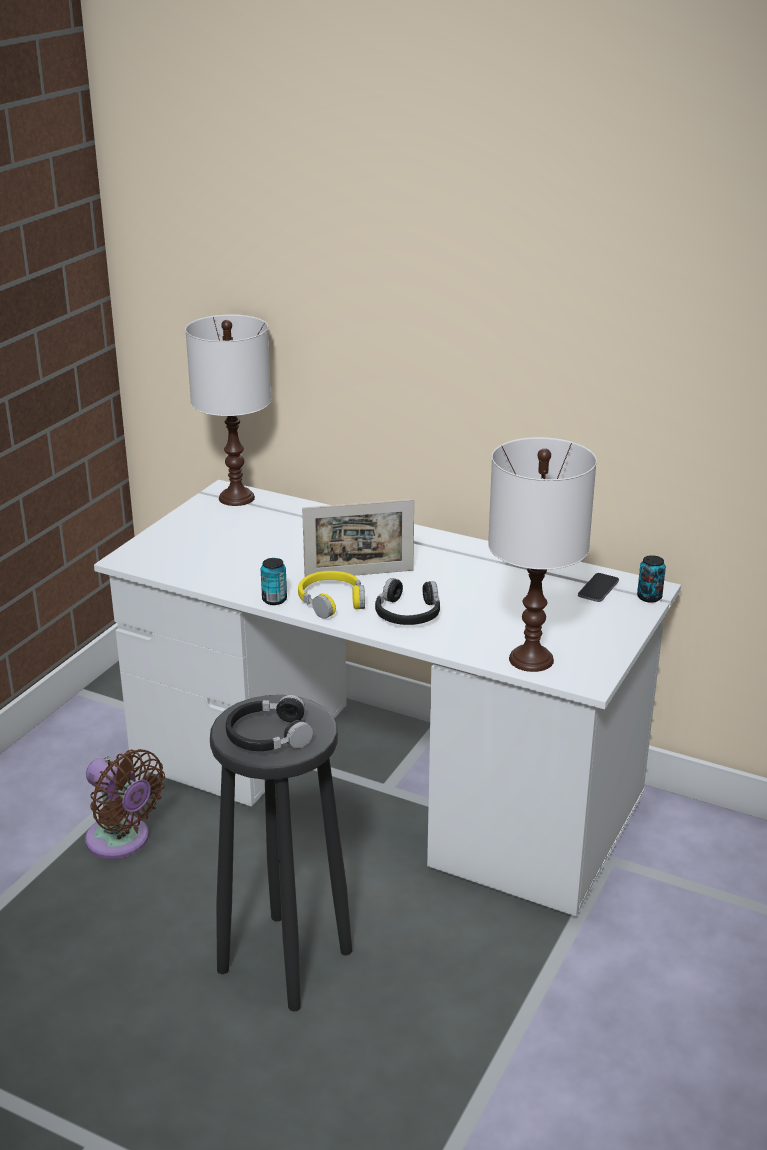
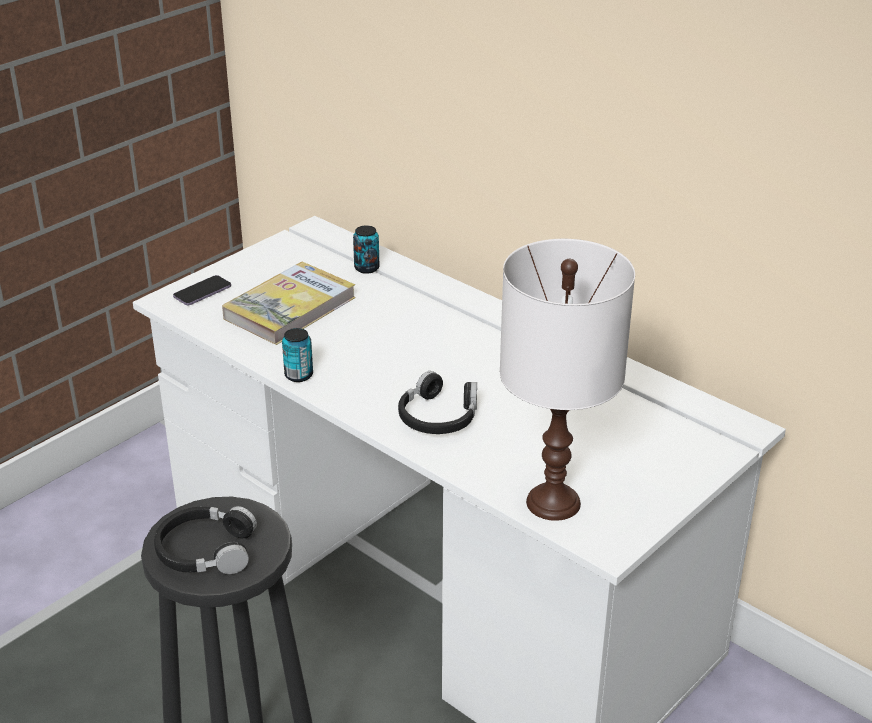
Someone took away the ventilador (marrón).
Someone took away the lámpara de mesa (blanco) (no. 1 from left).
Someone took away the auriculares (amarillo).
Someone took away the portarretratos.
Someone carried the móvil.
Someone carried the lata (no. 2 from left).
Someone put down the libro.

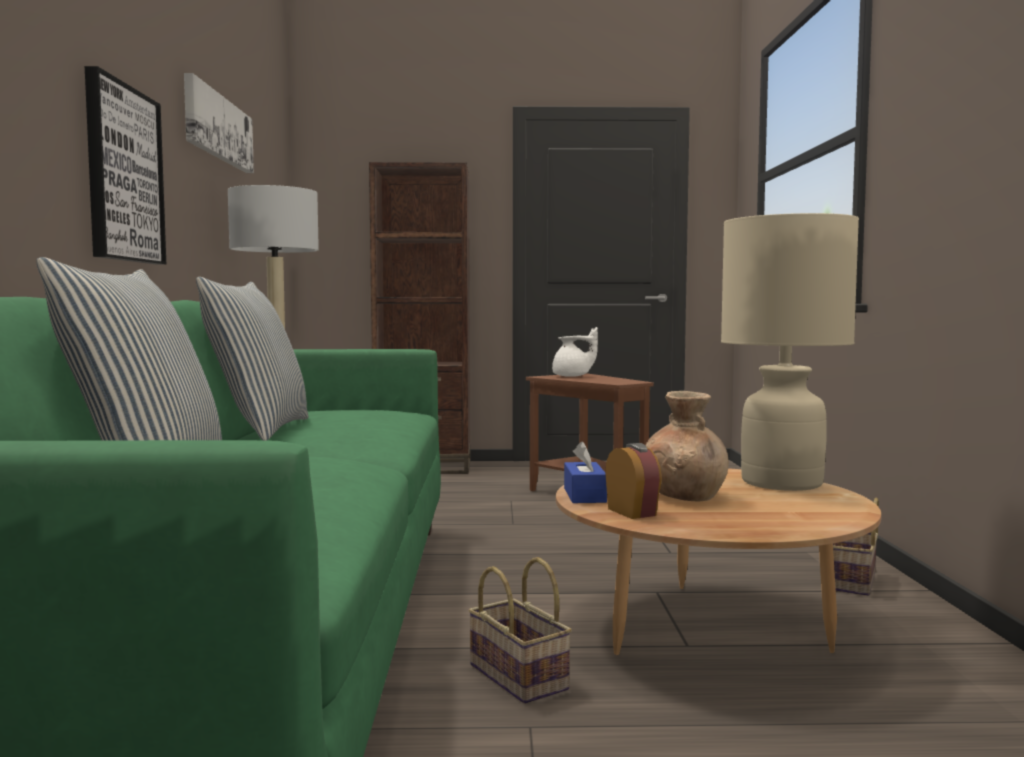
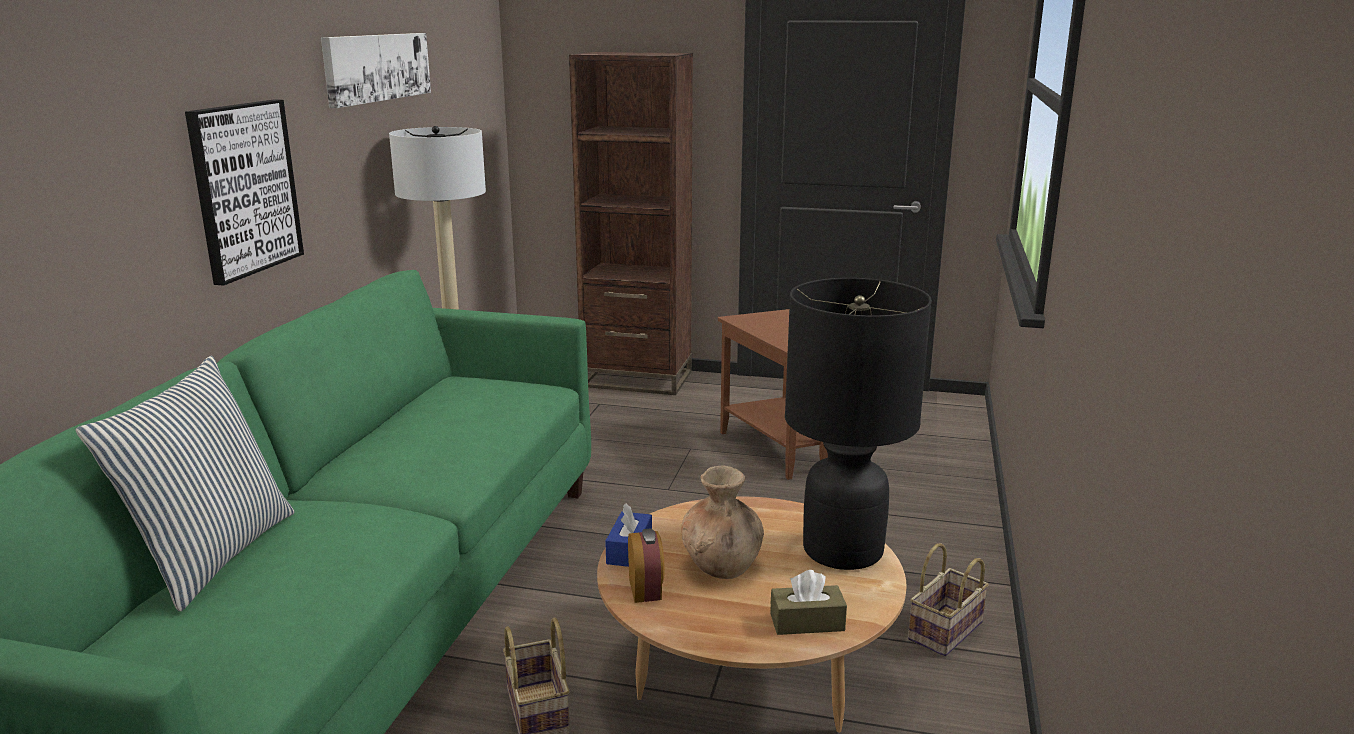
Someone took away the cojín (no. 2 from left).
Someone took away the tetera (blanco).
Someone repainted the lámpara de mesa (beis), which became the lámpara de mesa (negro).
Someone put down the caja de pañuelos (marrón).

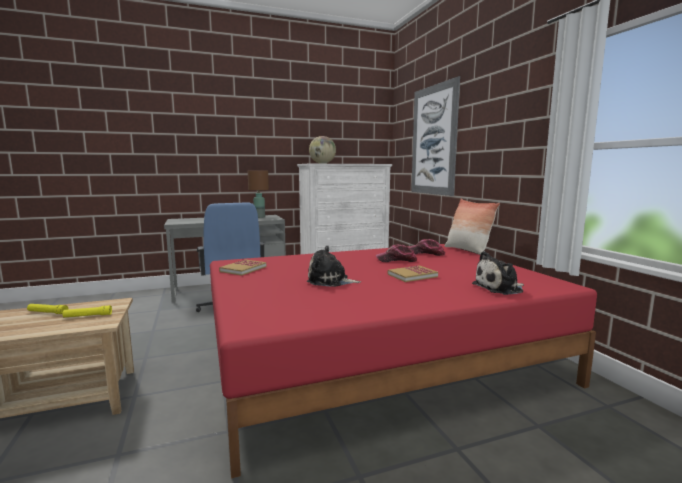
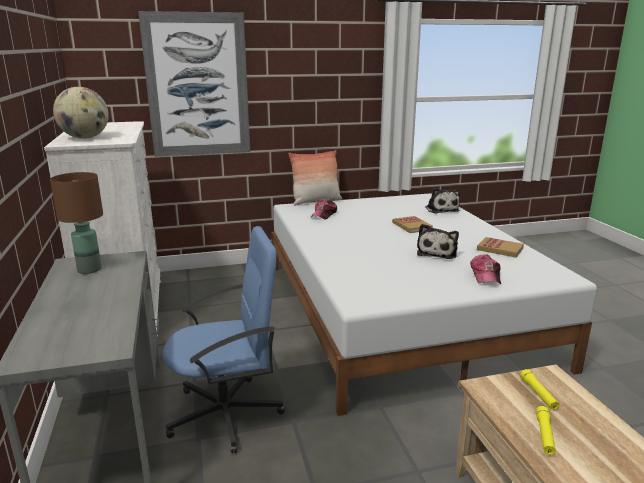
Someone repainted the cama (rojo), which became the cama (blanco).
Someone carried the libro (no. 1 from left in the first image).
Someone carried the gorra (no. 1 from left in the first image).

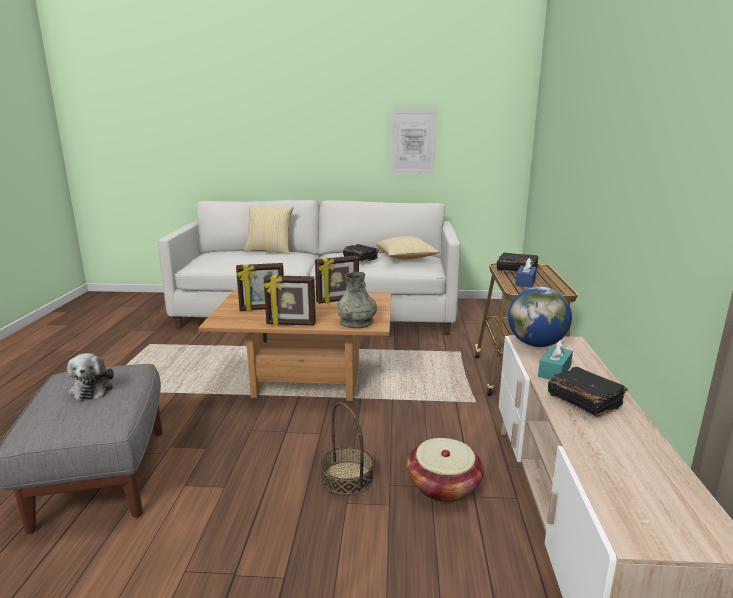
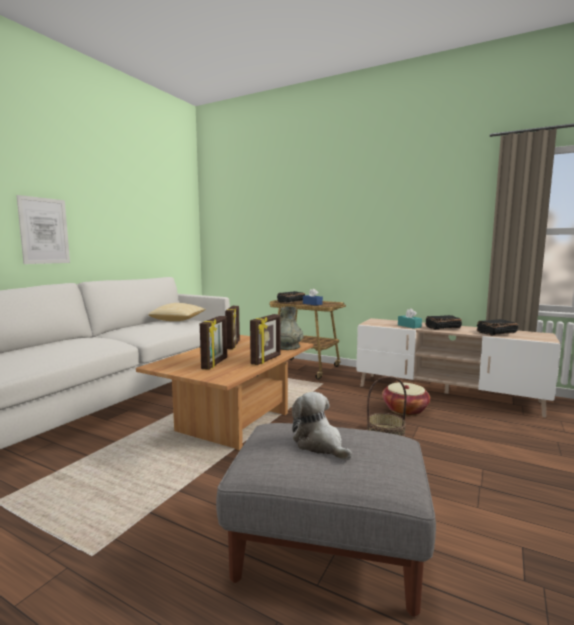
Someone rotated the peluche by 135 degrees counterclockwise.
Someone took away the cojín (no. 1 from left).
Someone carried the libro (negro) (no. 1 from left in the first image).
Someone carried the cuadro.
Someone took away the globo terráqueo.

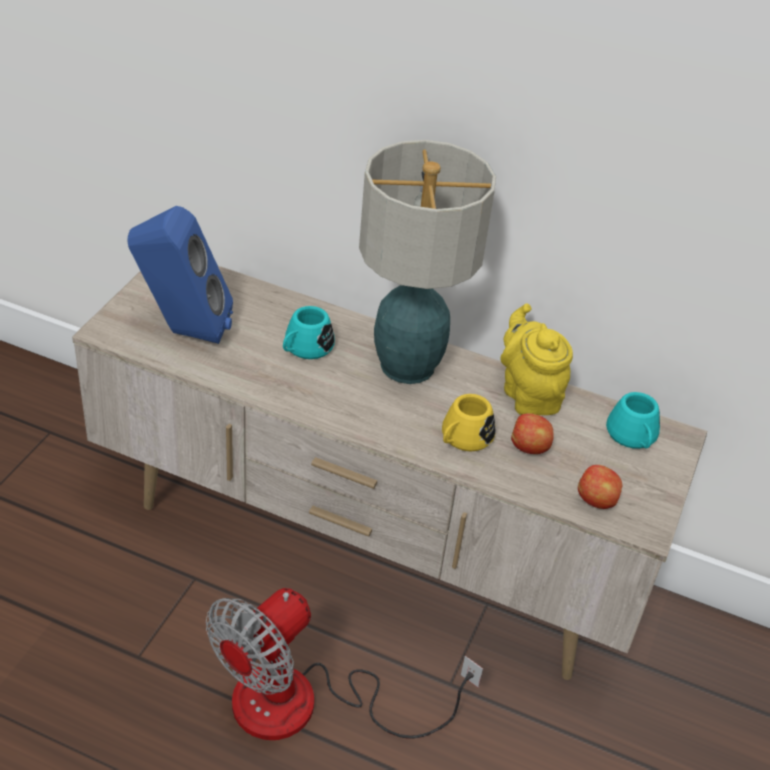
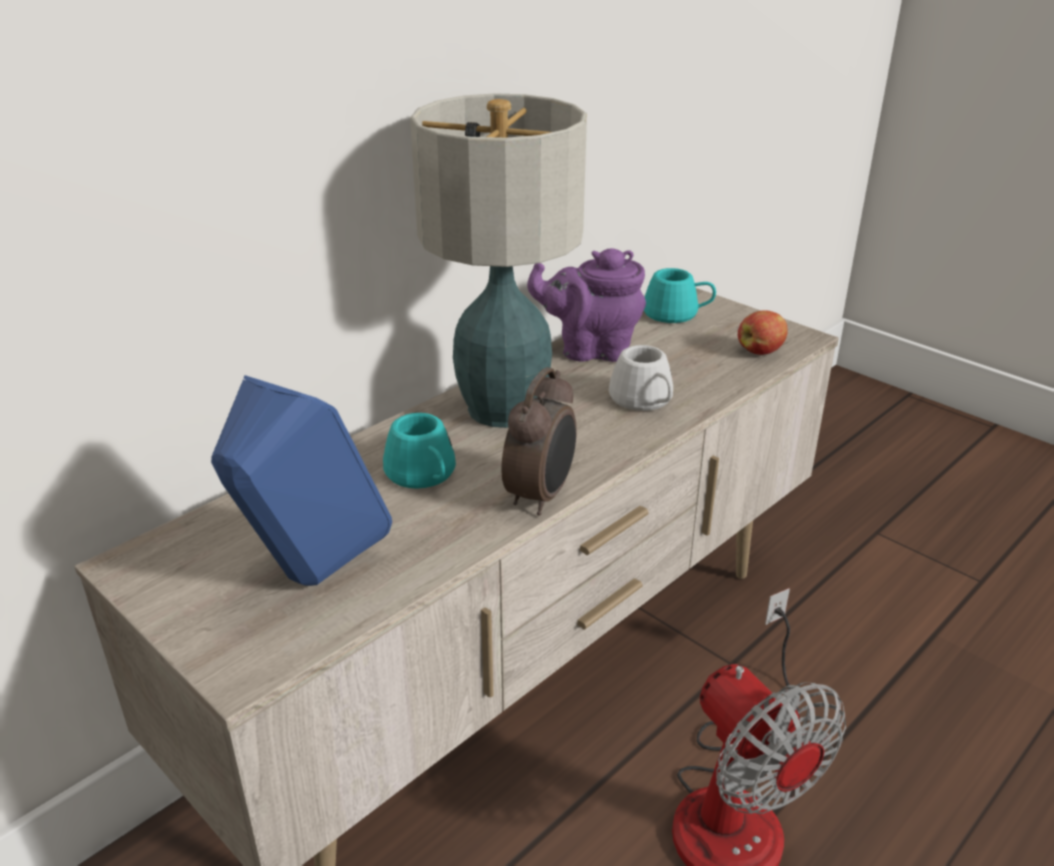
Someone repainted the taza grande (amarillo), which became the taza grande (blanco).
Someone repainted the tetera (amarillo), which became the tetera (morado).
Someone took away the manzana (no. 1 from left).
Someone put down the despertador.

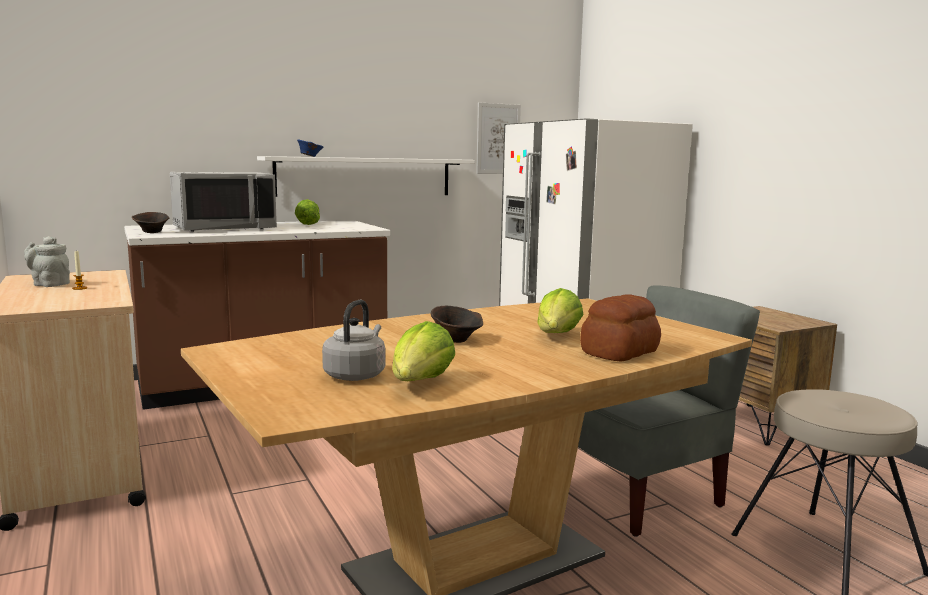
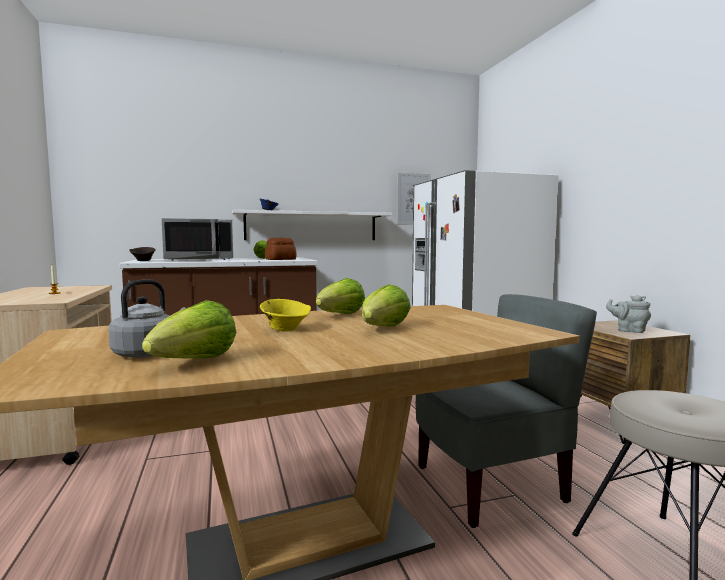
Someone carried the tetera (gris).
Someone repainted the cuenco (marrón) (no. 2 from left), which became the cuenco (amarillo).
Someone carried the pan.
Someone put down the lechuga (no. 3 from left).

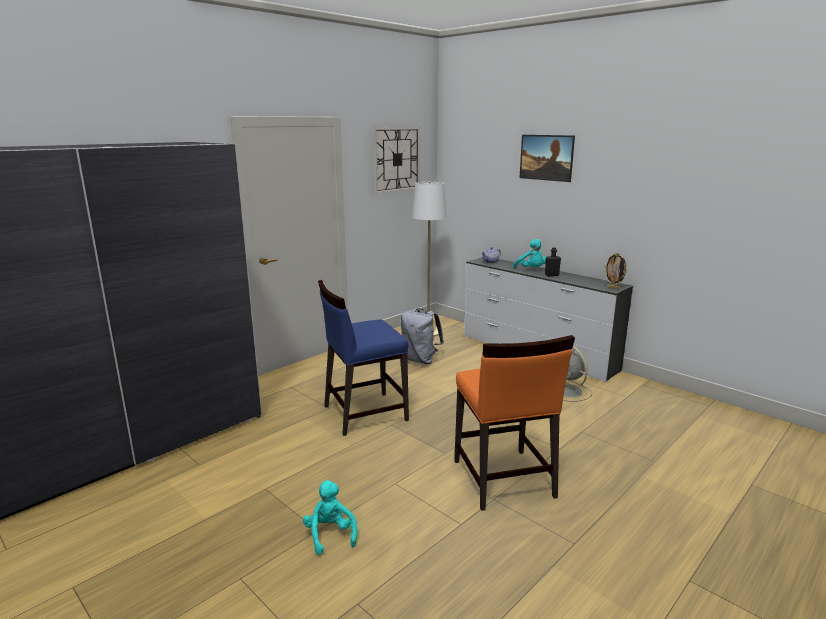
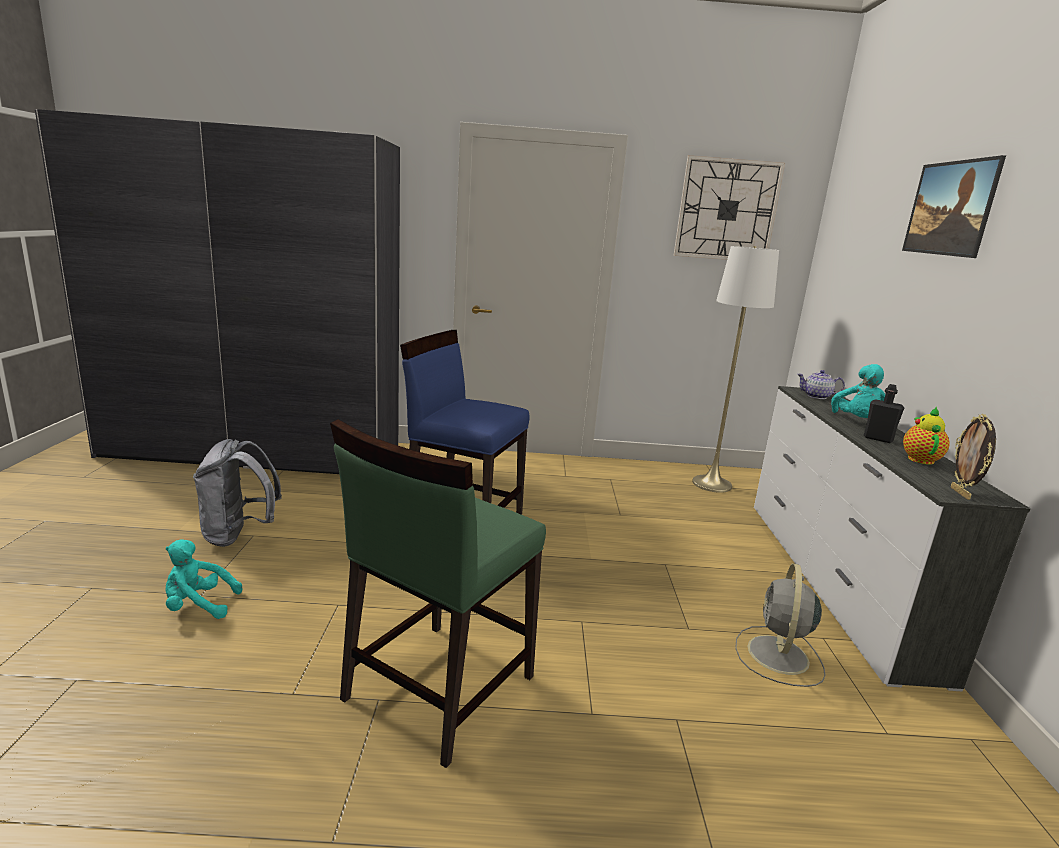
Someone rotated the peluche (turquesa) (no. 1 from left) by 120 degrees counterclockwise.
Someone carried the mochila (gris).
Someone repainted the silla (naranja), which became the silla (verde).
Someone put down the tetera (no. 2 from left).

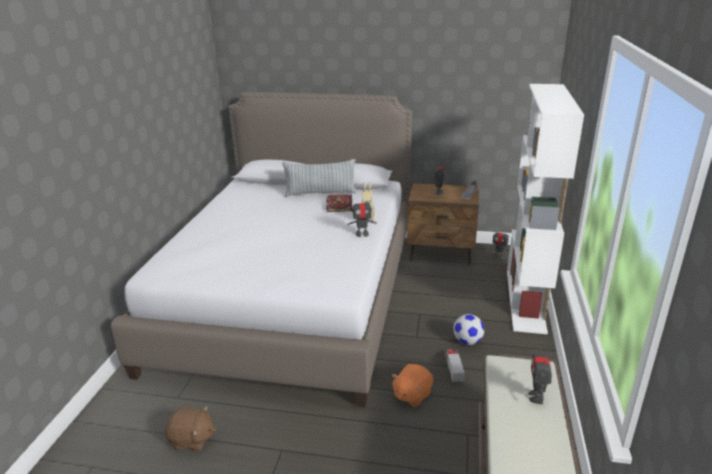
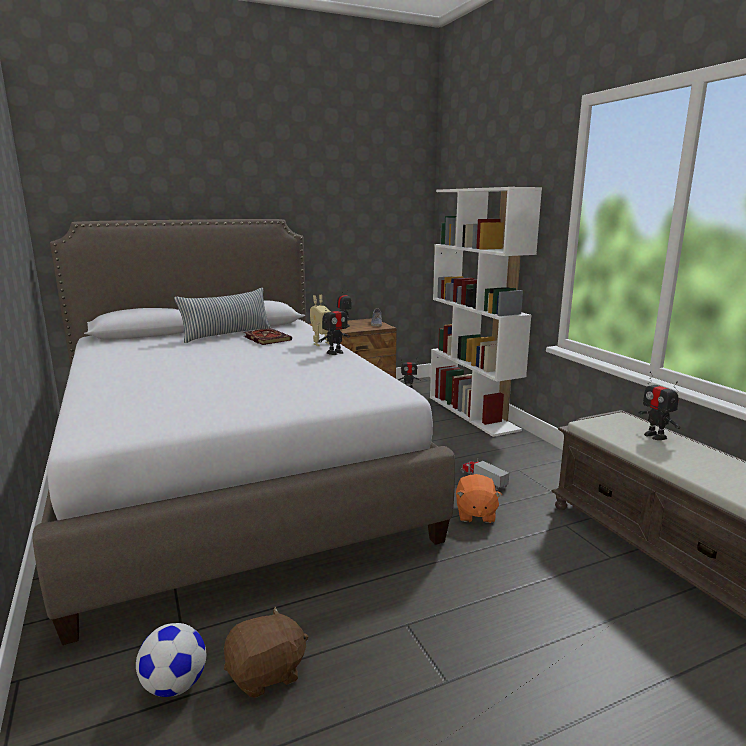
Someone carried the balón de fútbol.

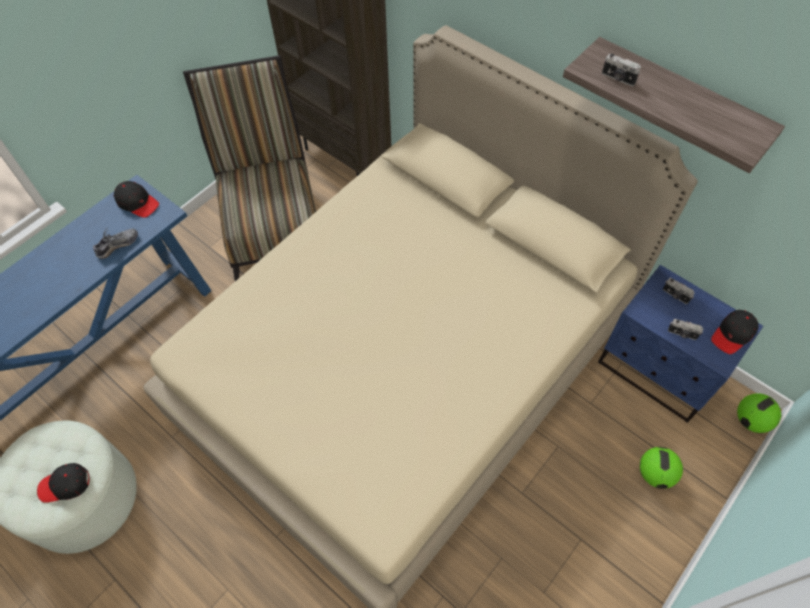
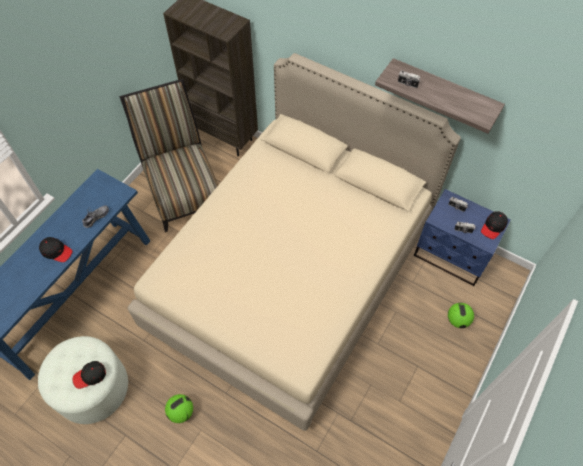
Someone carried the gorra (negro) (no. 2 from left in the first image).
Someone carried the balón de fútbol (no. 2 from left in the first image).

